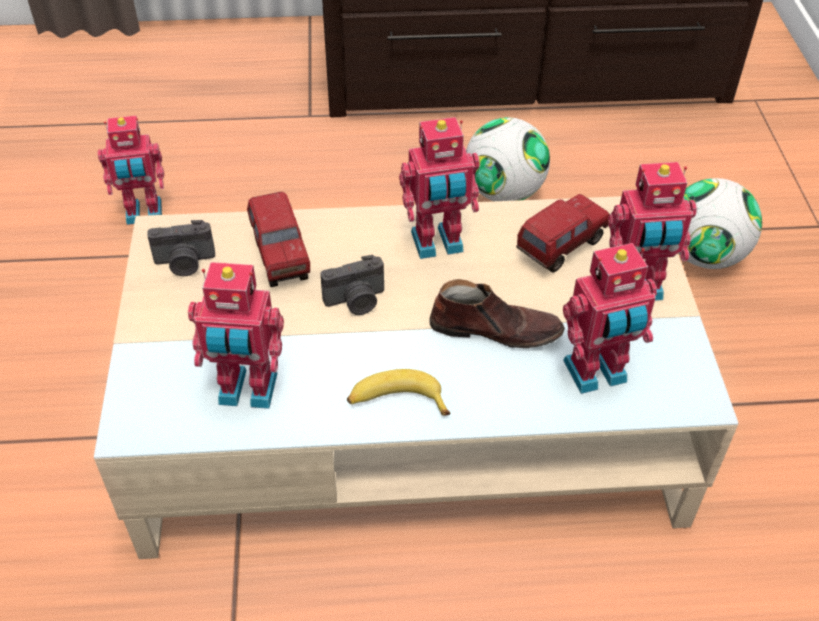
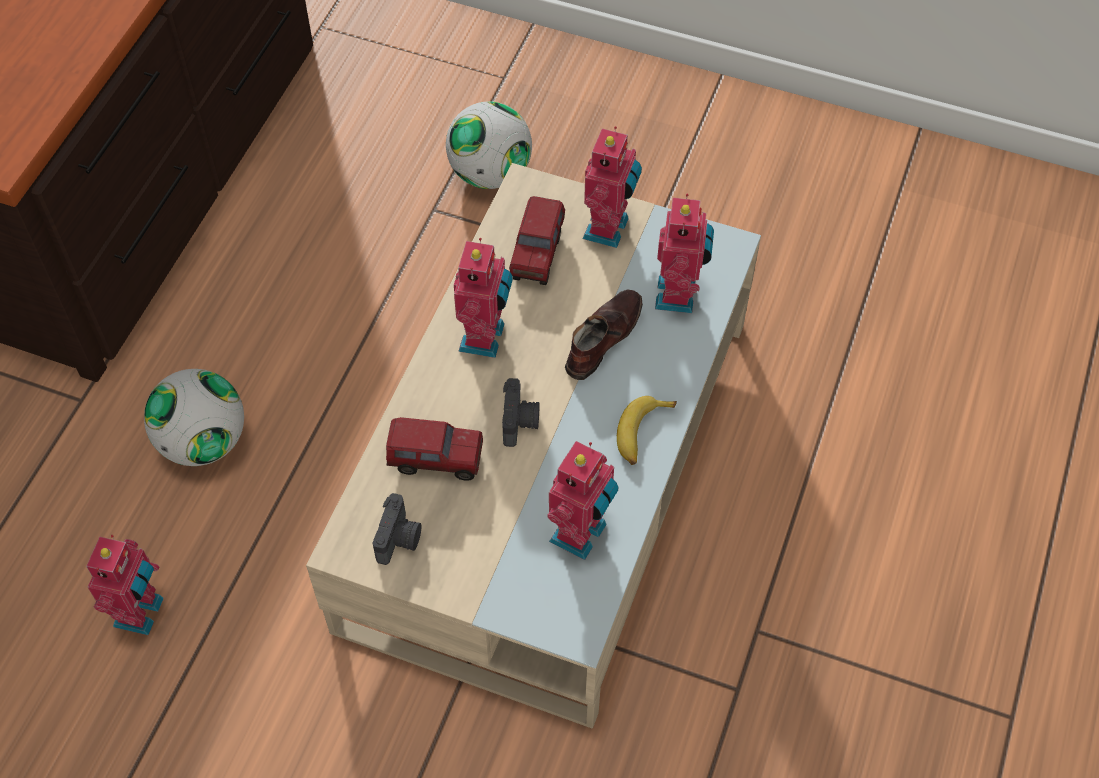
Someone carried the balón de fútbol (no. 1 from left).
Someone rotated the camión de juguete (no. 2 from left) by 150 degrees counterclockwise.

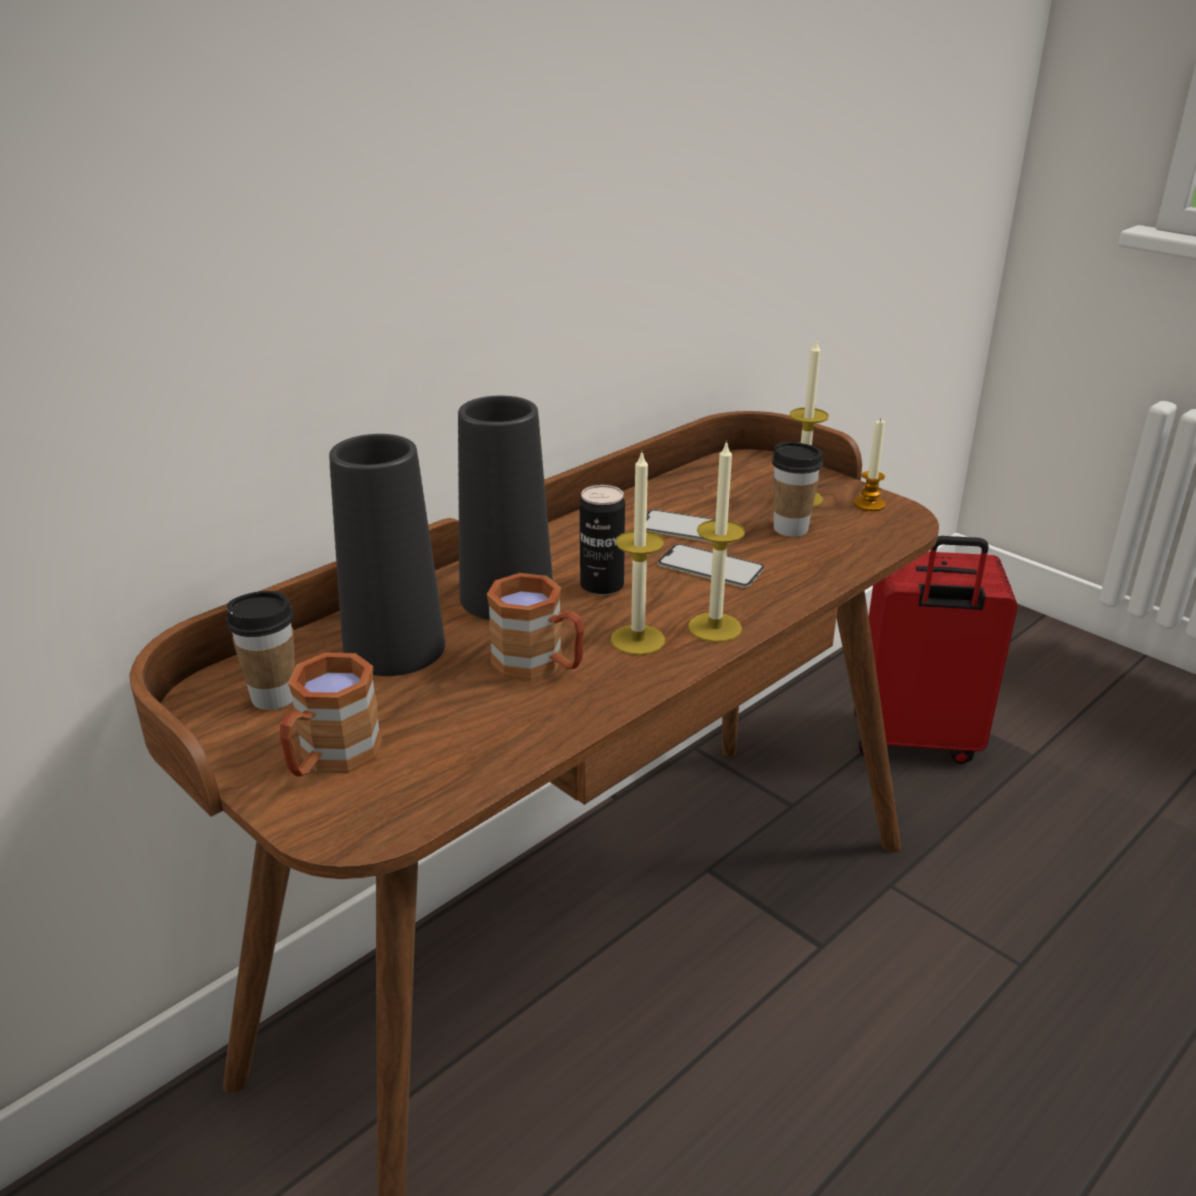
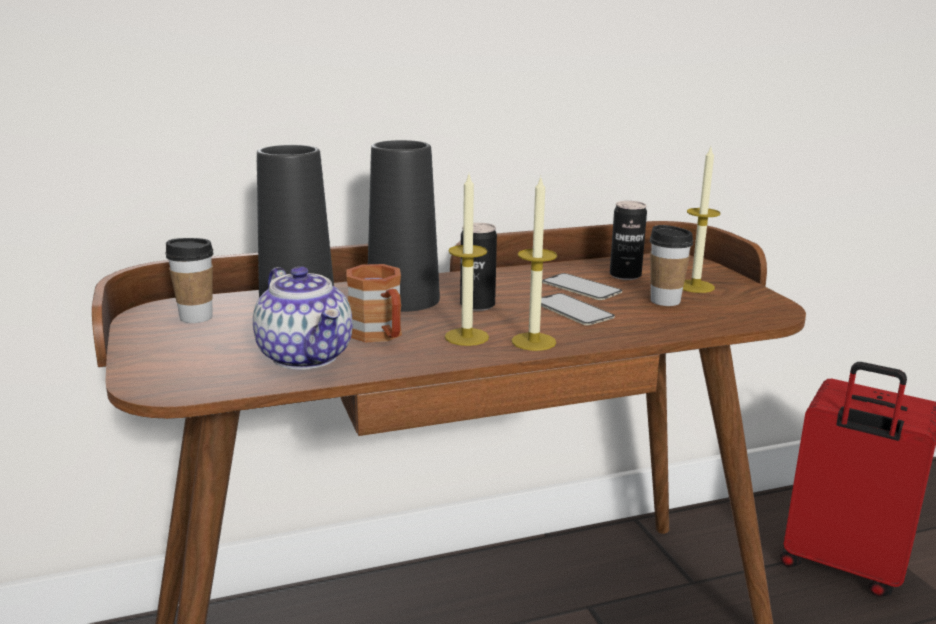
Someone took away the taza grande (marrón) (no. 1 from left).
Someone took away the vela (no. 4 from left).
Someone put down the tetera.
Someone put down the lata (no. 2 from left).

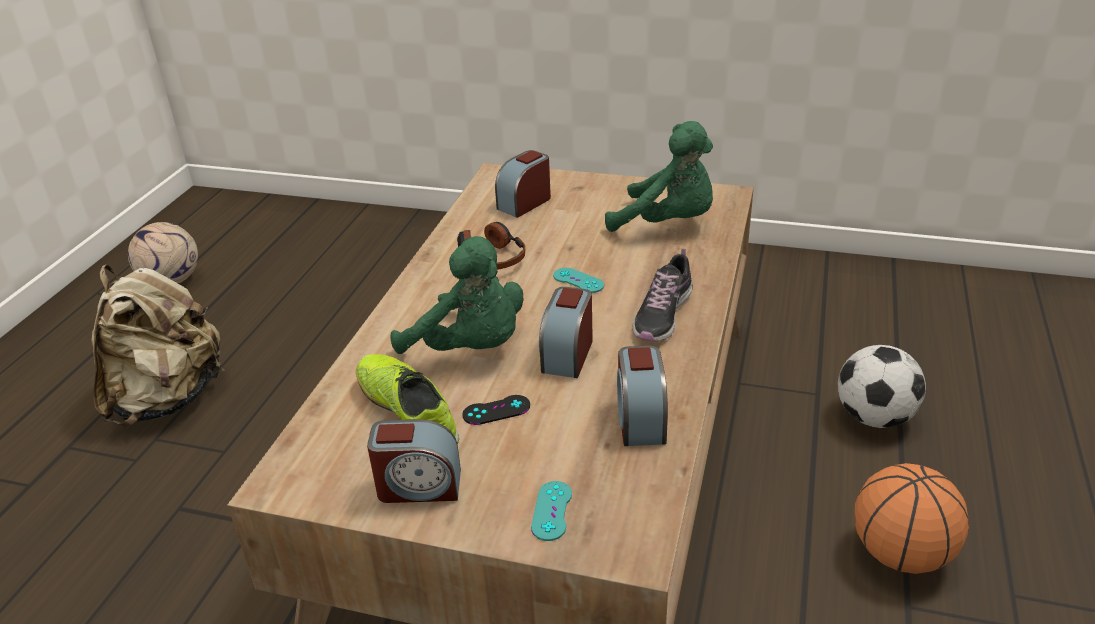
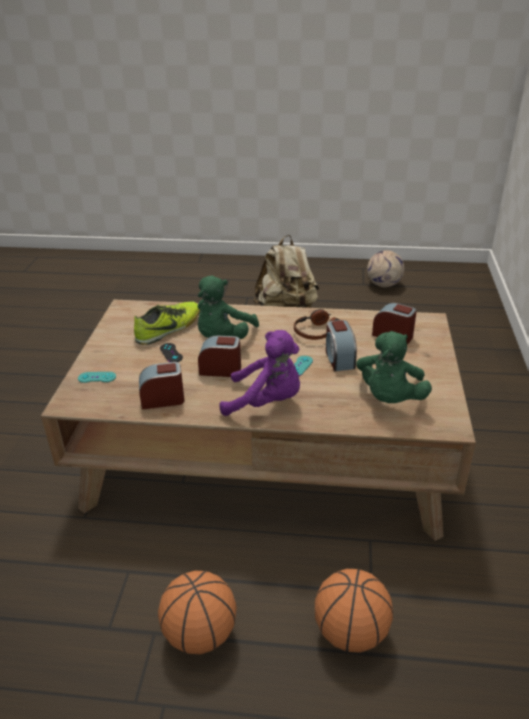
Someone carried the despertador (no. 1 from left in the first image).
Someone swapped the zapato (no. 2 from left) for the peluche (morado).
Someone swapped the balón de fútbol (no. 2 from left) for the balón de baloncesto (no. 2 from left).

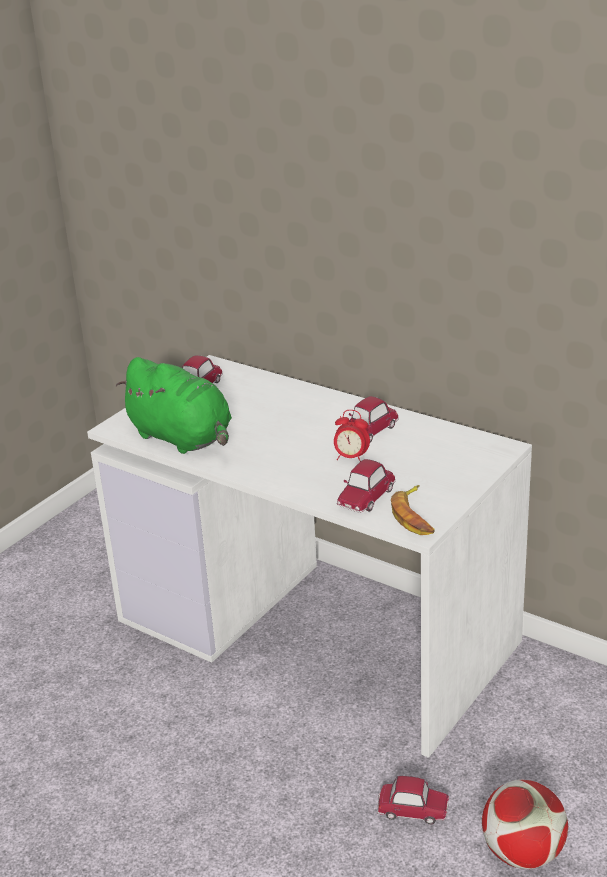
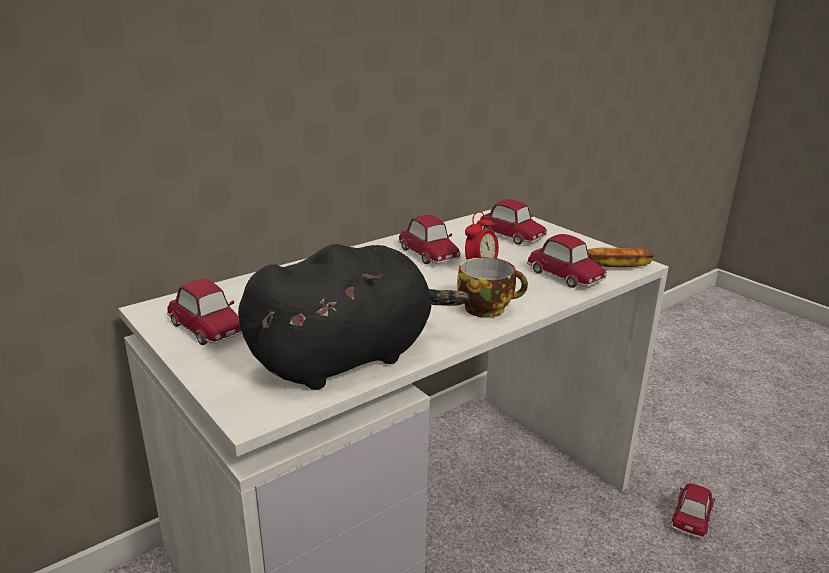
Someone repainted the peluche (verde), which became the peluche (negro).
Someone took away the balón de fútbol.
Someone put down the taza.
Someone put down the coche de juguete (no. 3 from left).

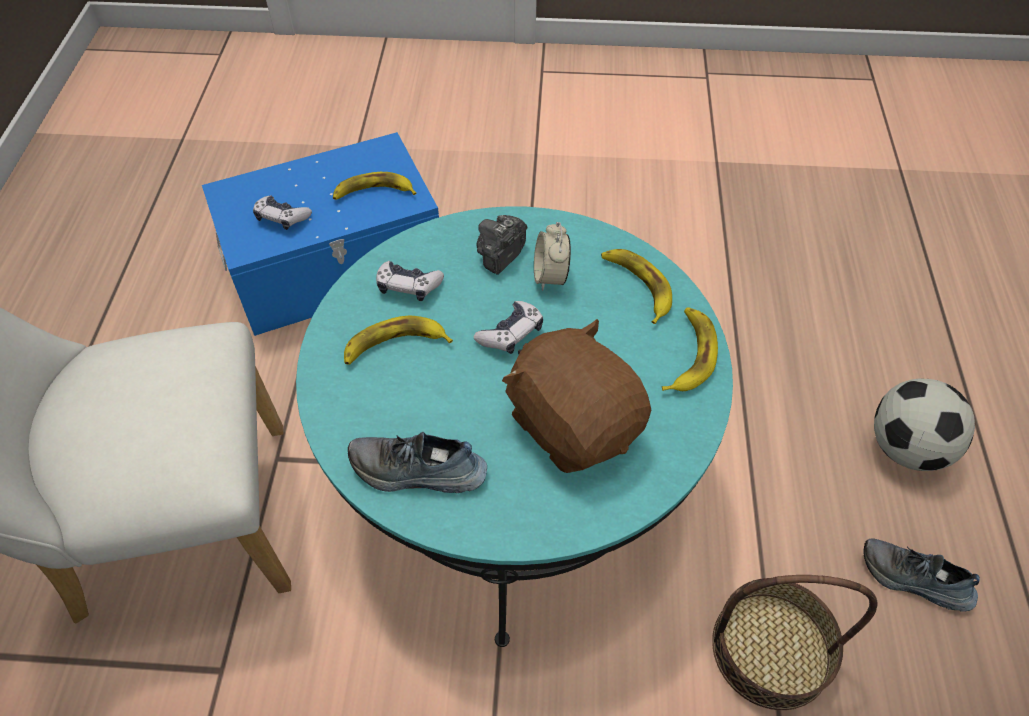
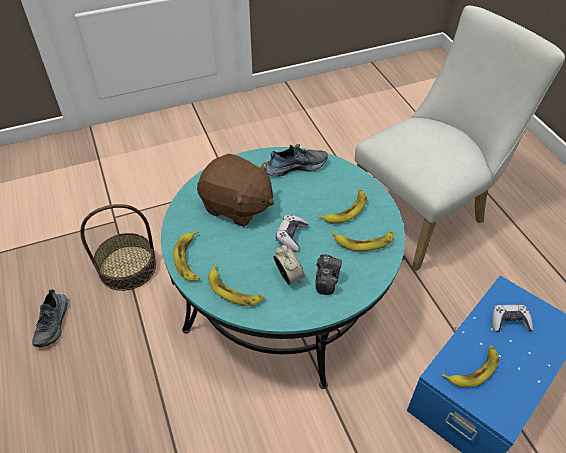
Someone swapped the mando de consola (no. 2 from left) for the plátano (no. 4 from left).
Someone rotated the zapato (no. 2 from left in the first image) by 90 degrees clockwise.
Someone took away the balón de fútbol.

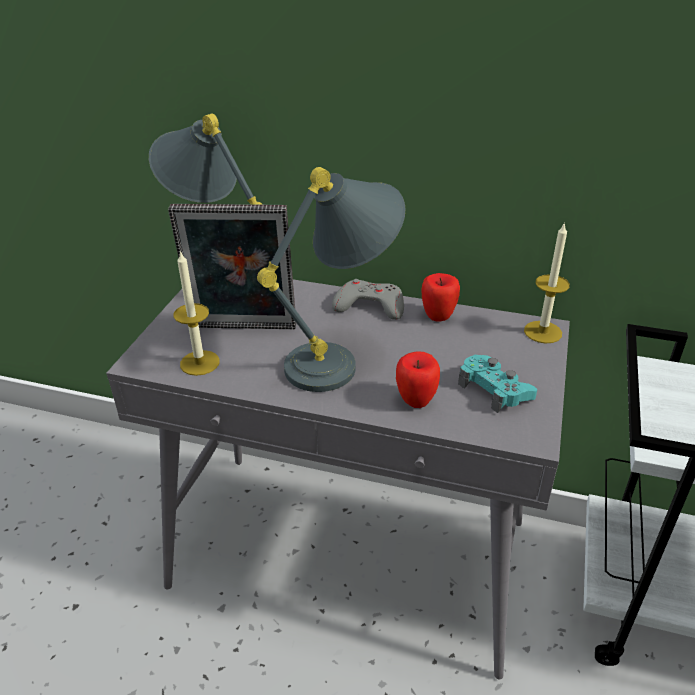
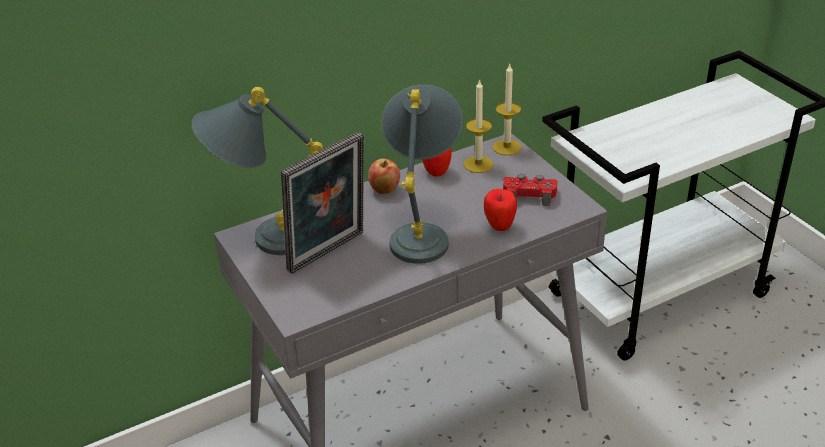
Someone carried the vela (no. 1 from left).
Someone swapped the mando de consola (gris) for the manzana (no. 1 from left).
Someone repainted the mando de consola (turquesa), which became the mando de consola (rojo).

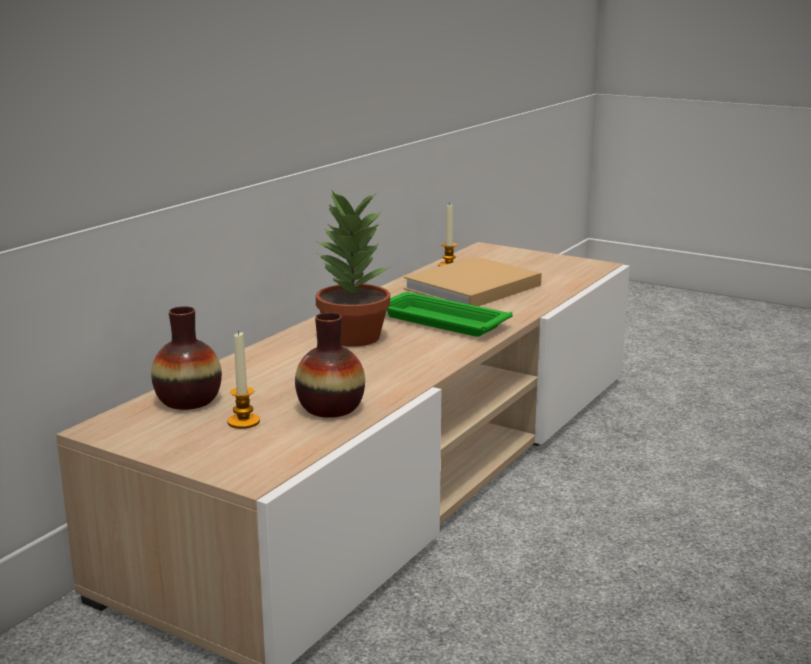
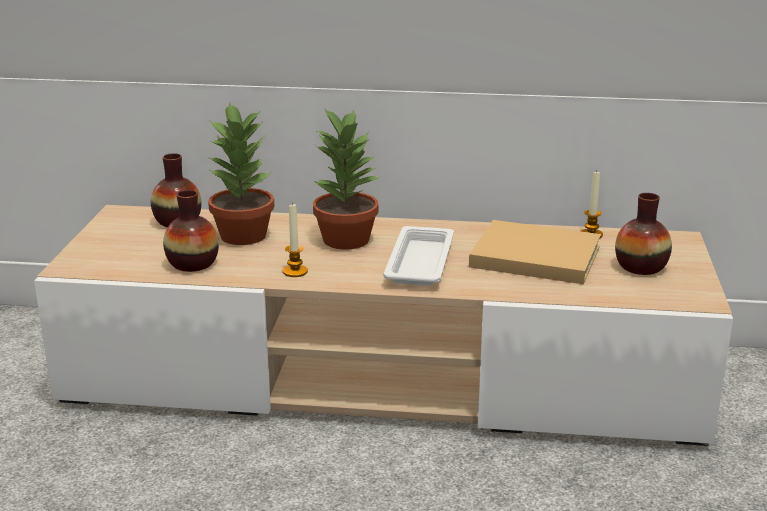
Someone carried the vela (no. 1 from left).
Someone repainted the bandeja (verde), which became the bandeja (blanco).
Someone put down the planta en maceta (no. 1 from left).
Someone put down the florero (no. 3 from left).

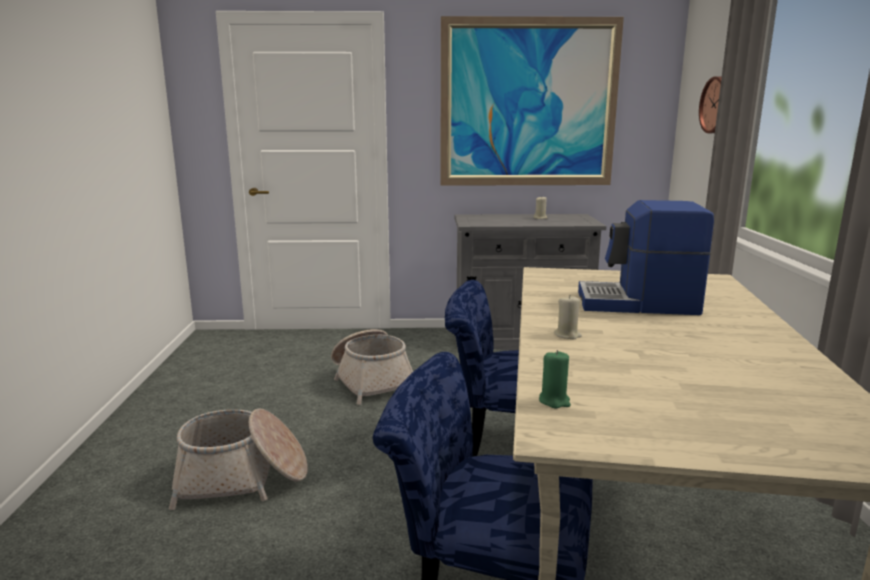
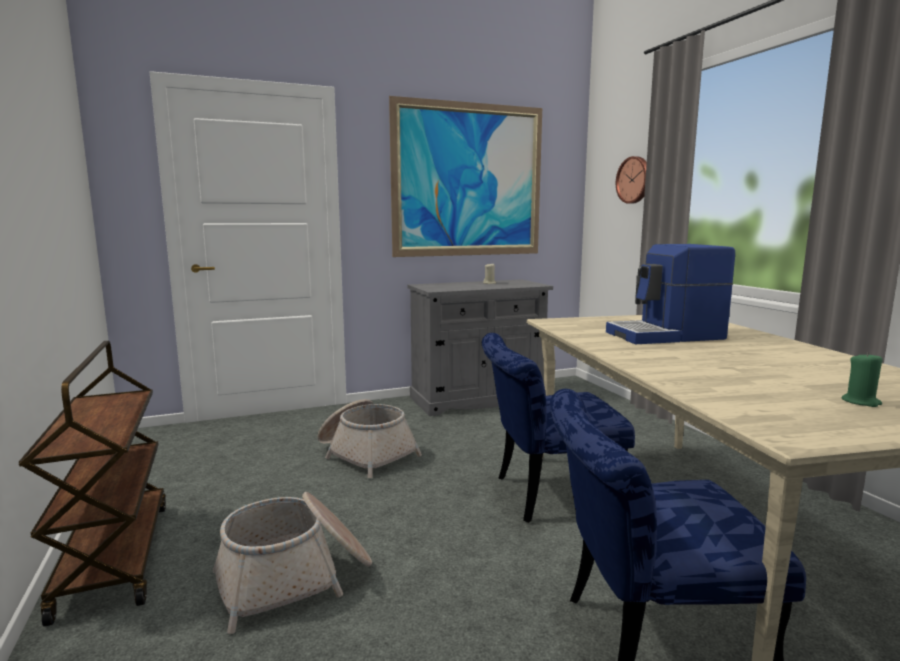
Someone carried the vela (verde).
Someone took away the vela (beis) (no. 2 from left).
Someone put down the carrito (marrón).

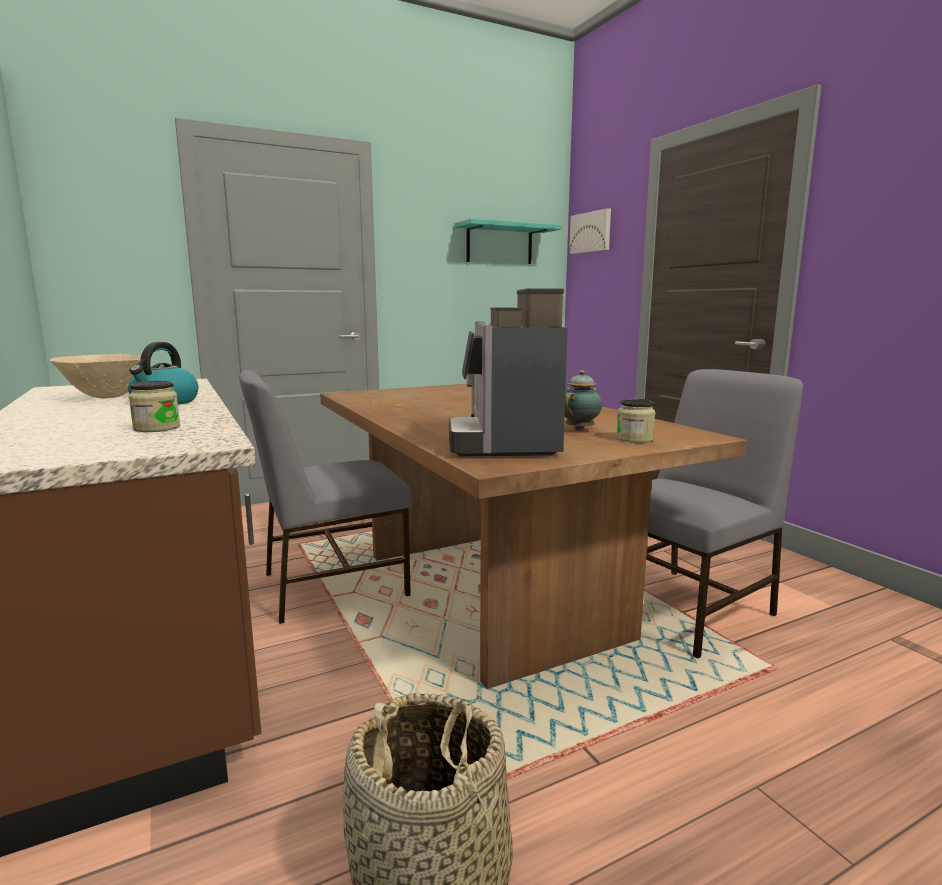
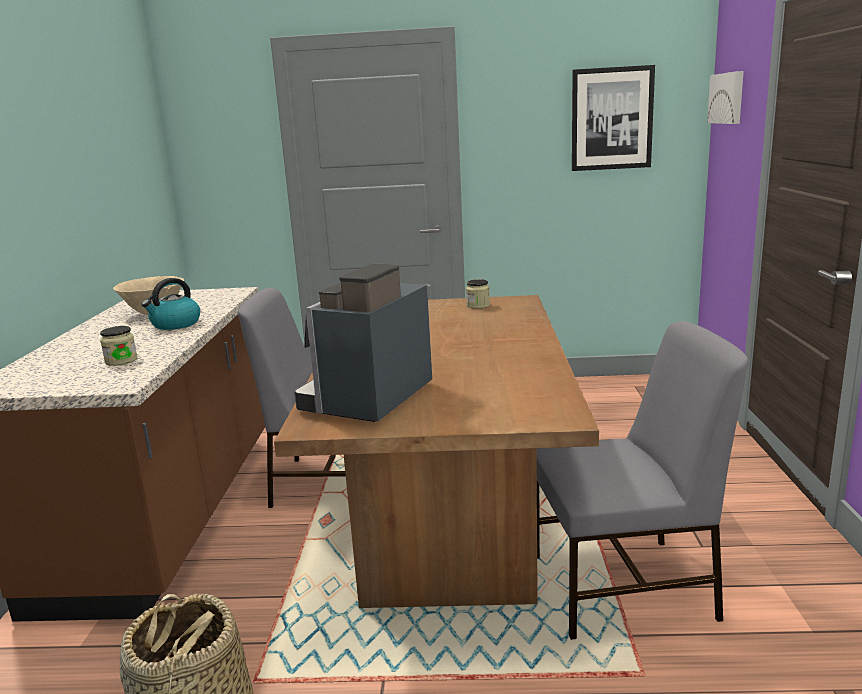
Someone swapped the estante (turquesa) for the cuadro (no. 1 from left).
Someone took away the tetera.
Someone carried the tarro (no. 2 from left).

